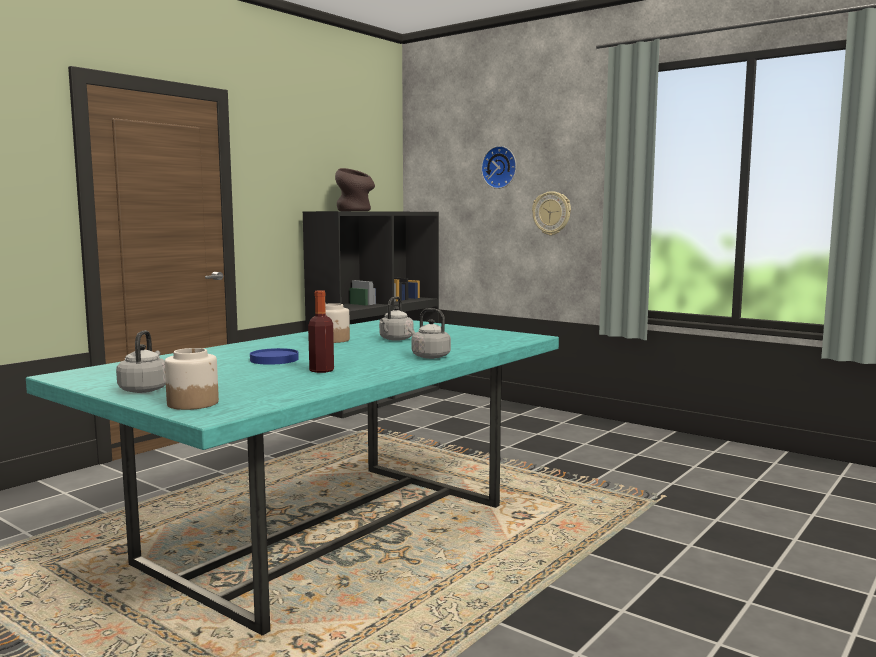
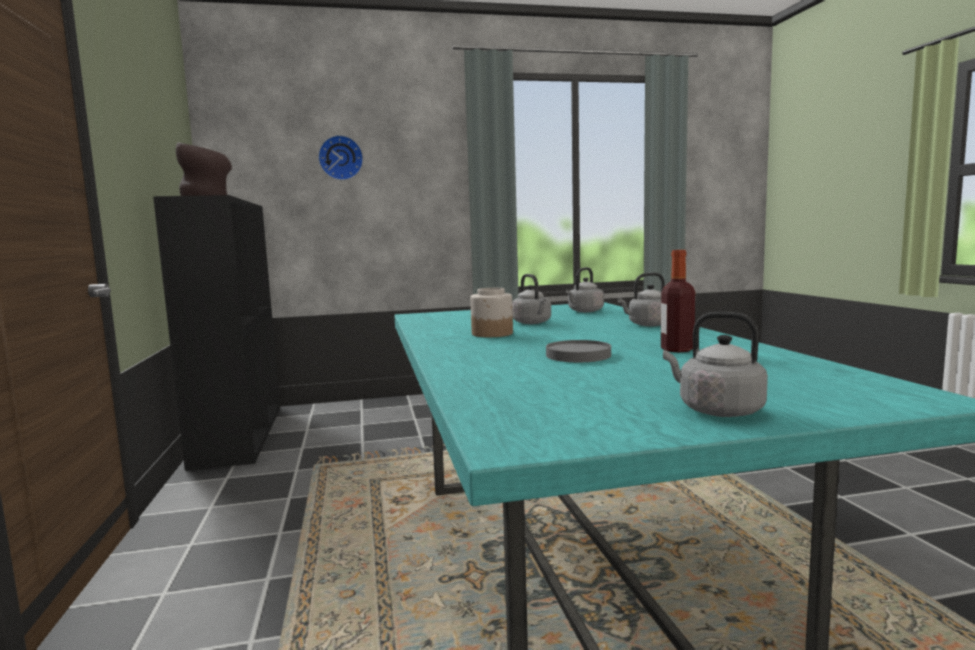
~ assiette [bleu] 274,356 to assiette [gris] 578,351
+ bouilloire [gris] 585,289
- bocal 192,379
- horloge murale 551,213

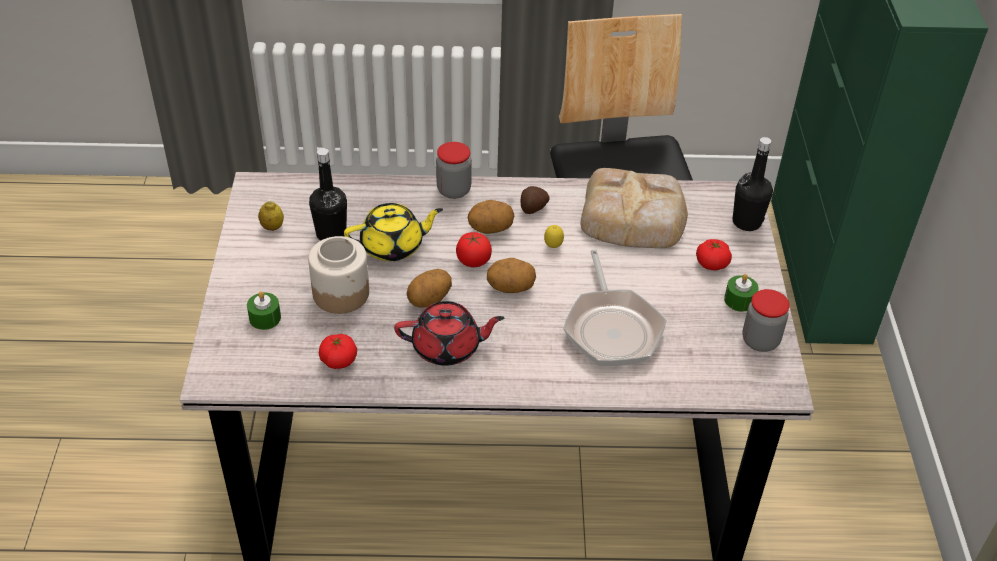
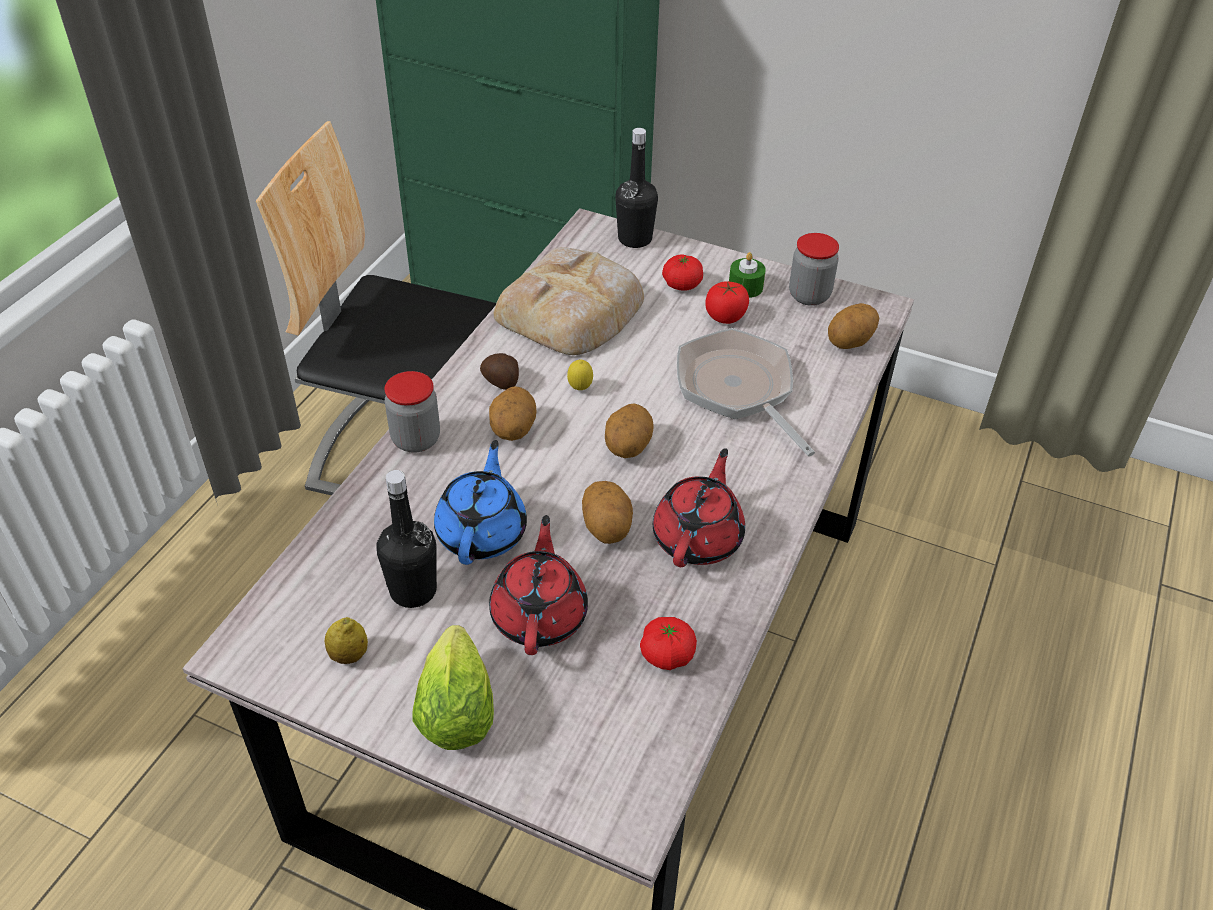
+ laitue 453,687
~ théière [jaune] 393,232 to théière [bleu] 480,502
~ bocal 338,275 to théière [rouge] 538,585
~ poêle 614,308 = 746,392 135 degrees counterclockwise
~ tomate 474,249 to 727,302
+ pomme de terre 853,326
- bougie [vert] 264,310

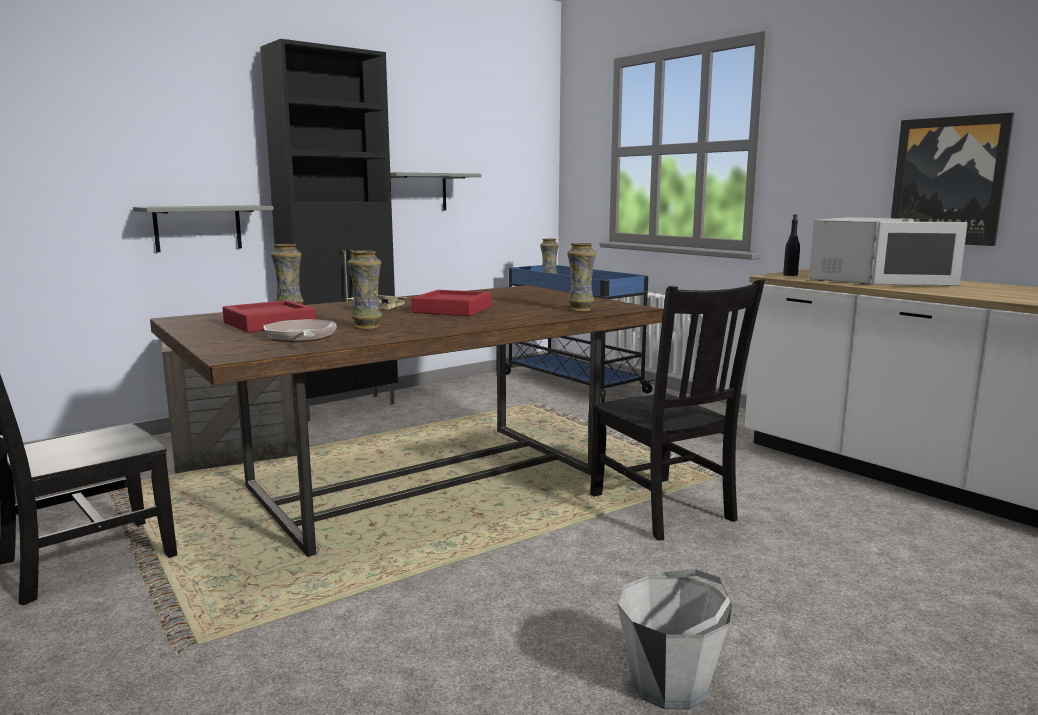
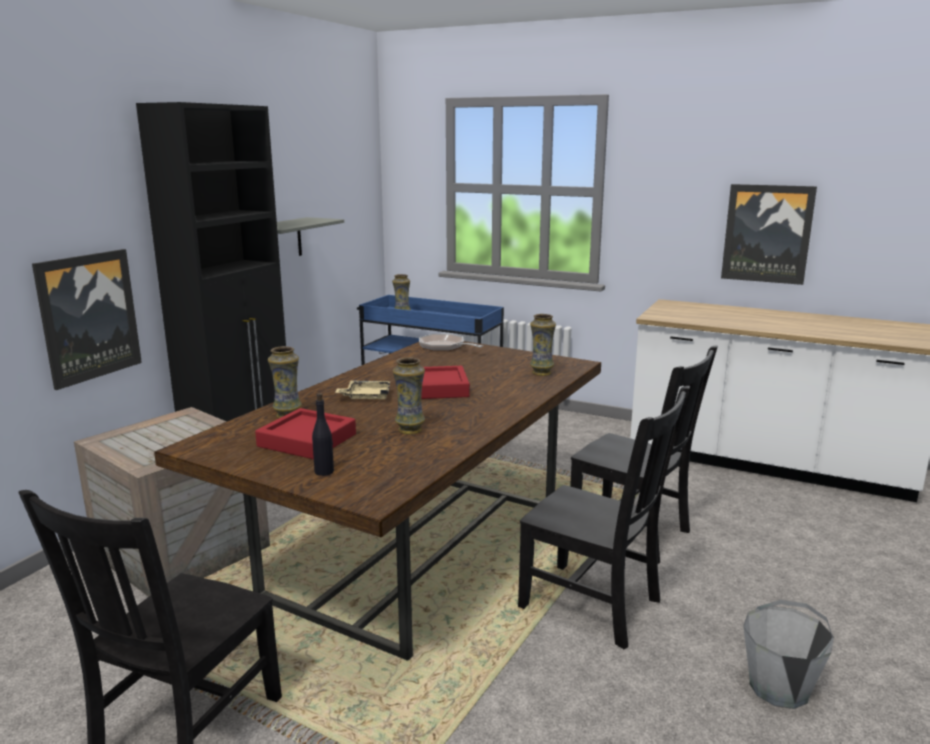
~ étagère [gris] 203,228 to tableau 87,319
~ bouteille [noir] 791,245 to 323,434
~ poêle 300,330 to 451,342
+ chaise [noir] 604,517
- micro-ondes [blanc] 888,251

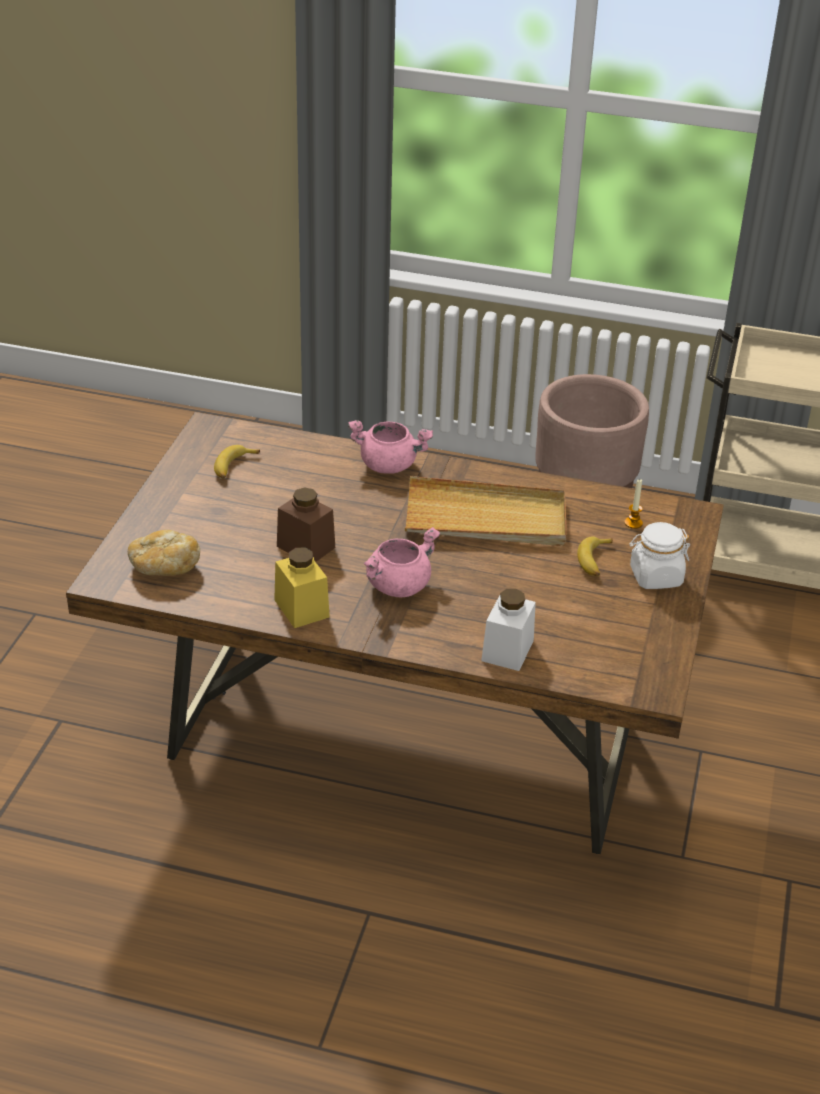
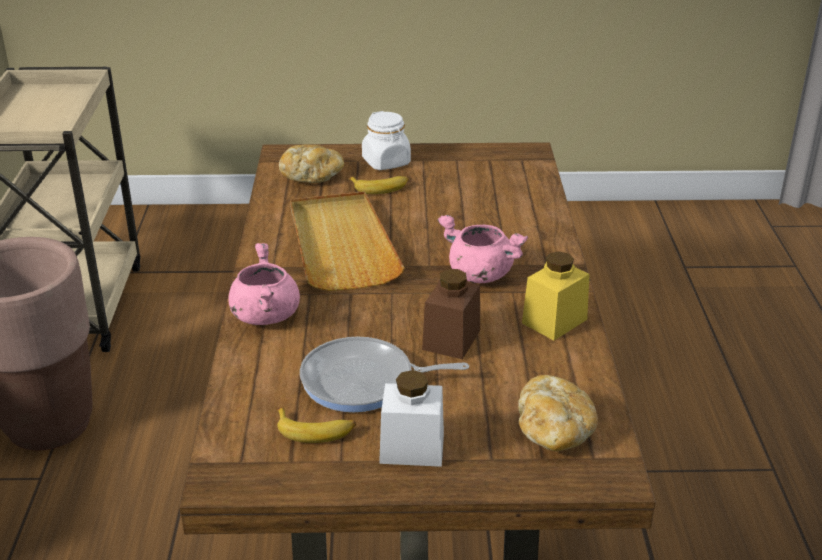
~ bougie 633,504 to pain 311,163
+ poêle 384,374
~ bocal [blanc] 508,630 to 411,418

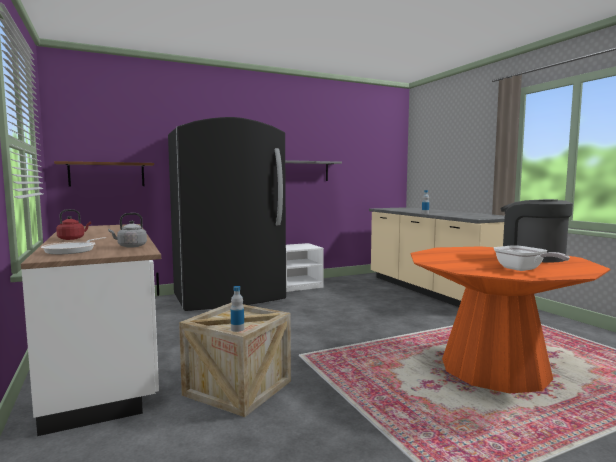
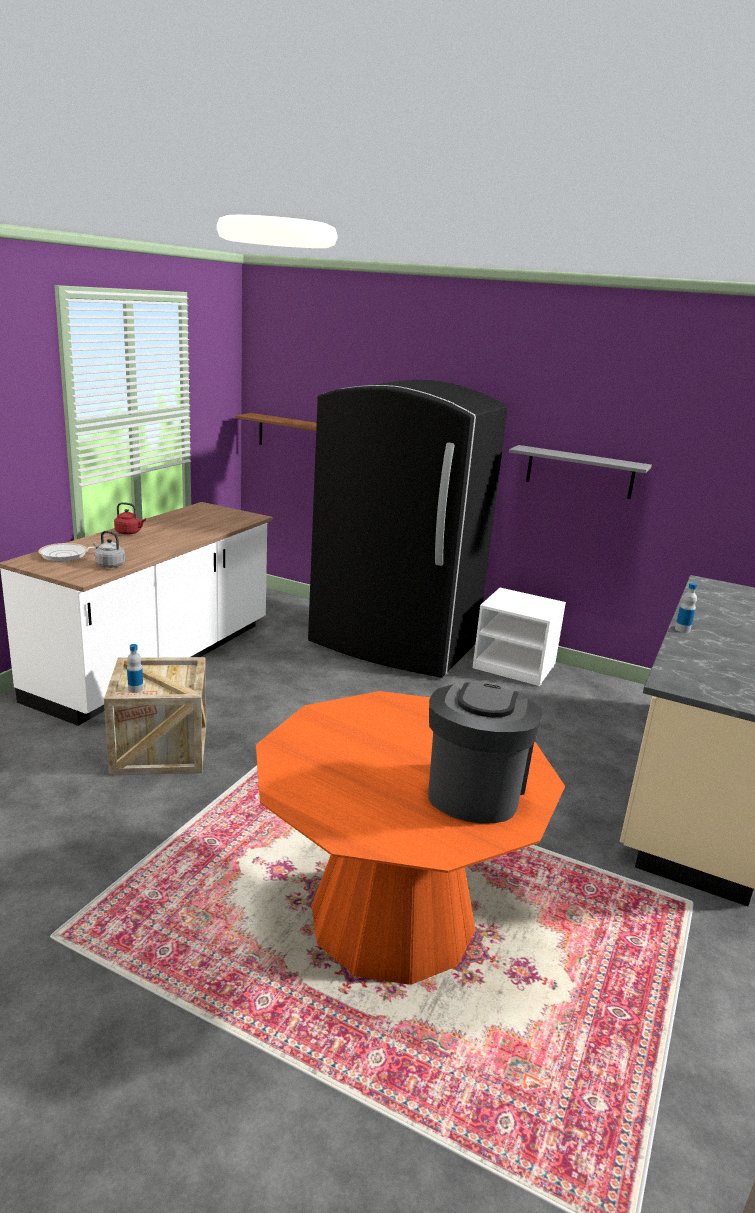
- poêle 532,258

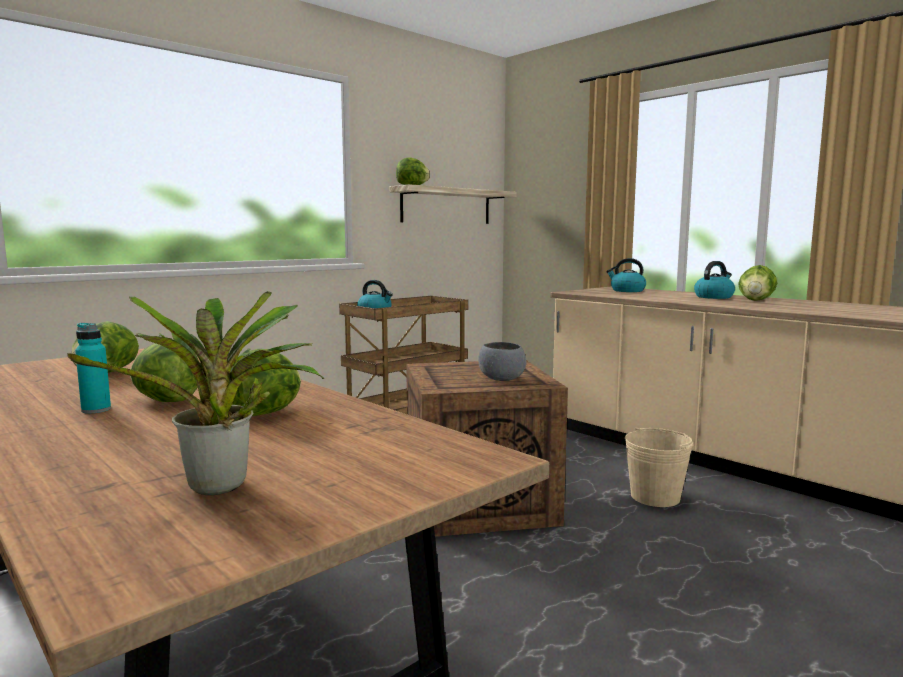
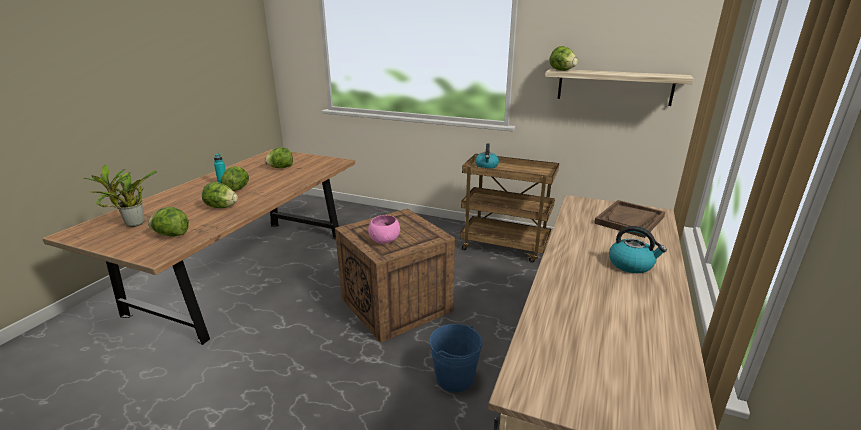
~ laitue 757,283 to 168,222
~ bol [gris] 502,361 to bol [rose] 384,229
~ seau [beige] 659,467 to seau [bleu] 456,358
~ bouilloire 626,275 to plateau [marron] 629,219

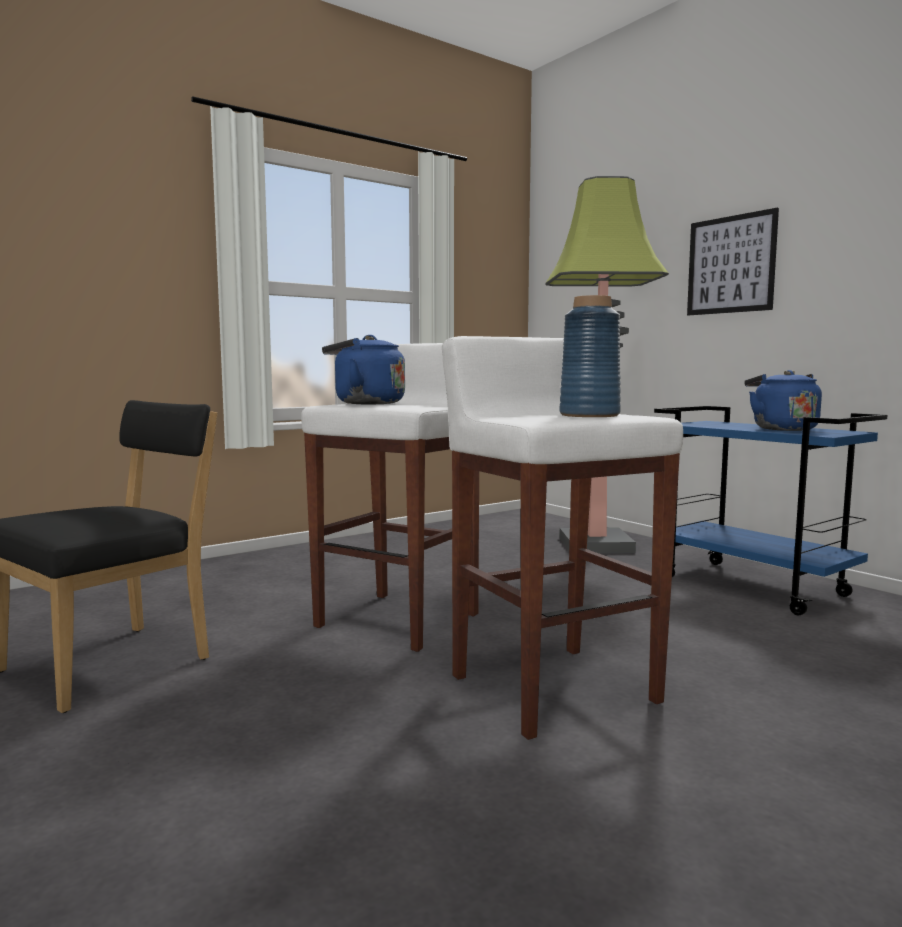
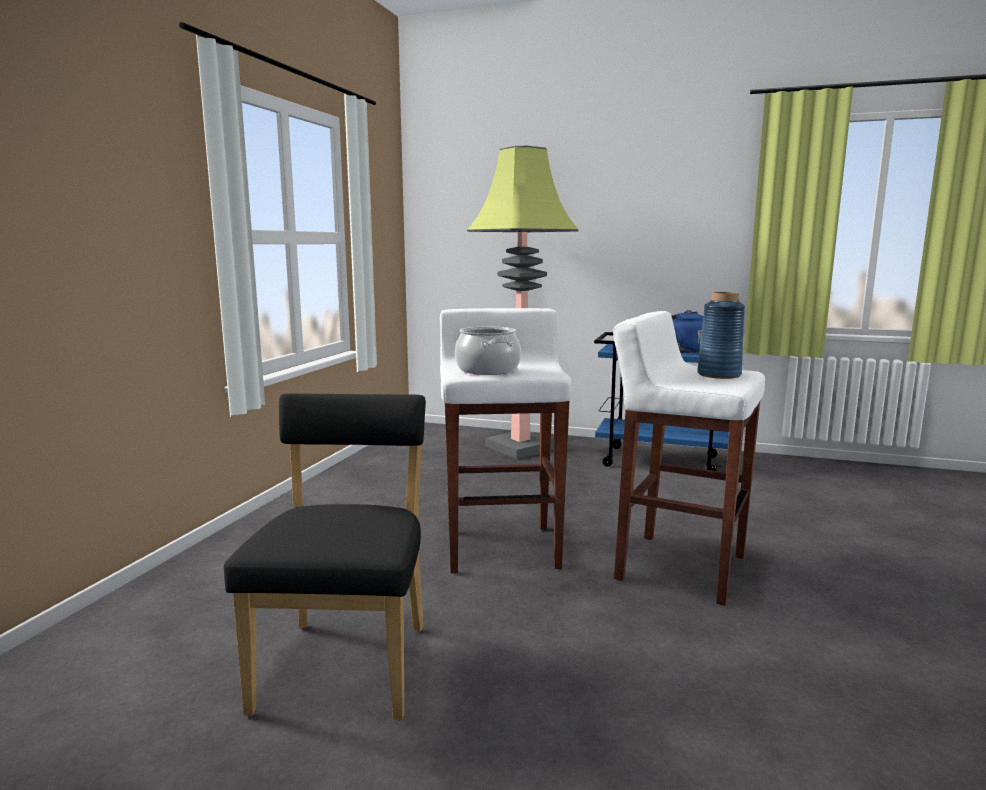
~ bouilloire [bleu] 363,369 to marmite 488,351
- tableau 733,261

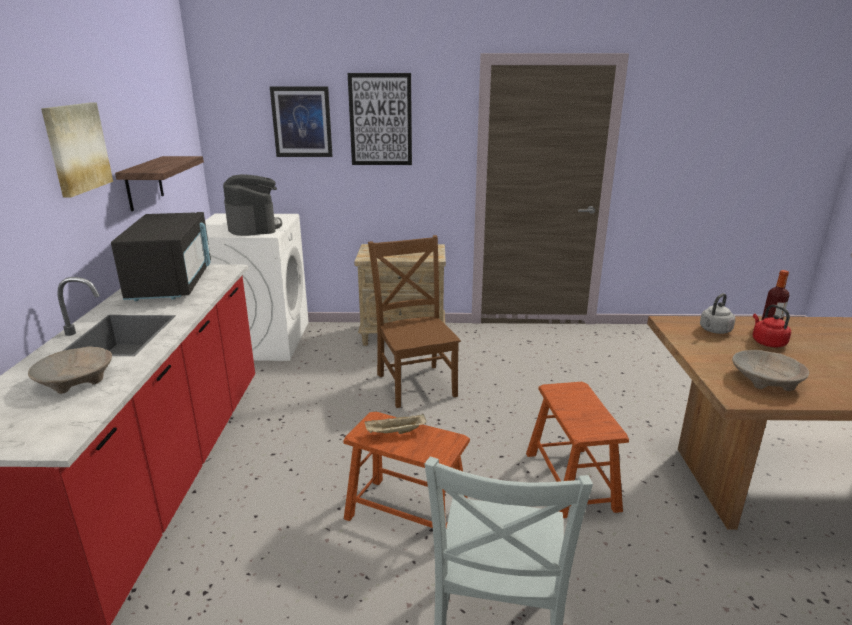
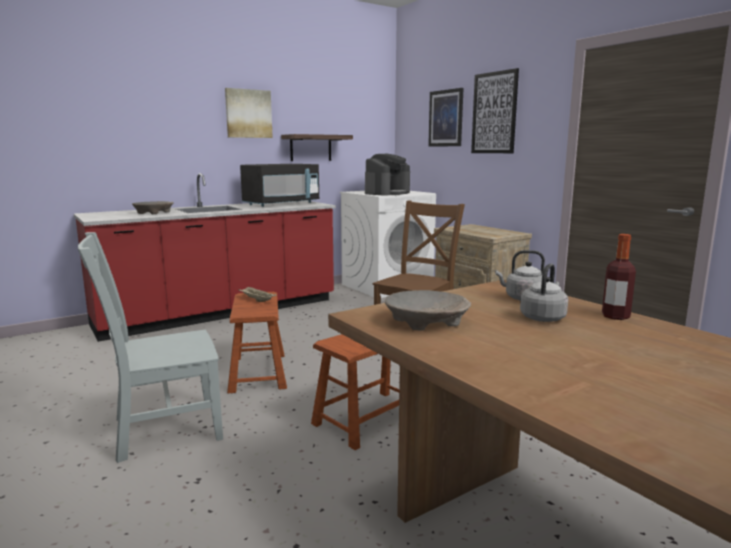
~ bouilloire [rouge] 771,326 to bouilloire [gris] 544,292

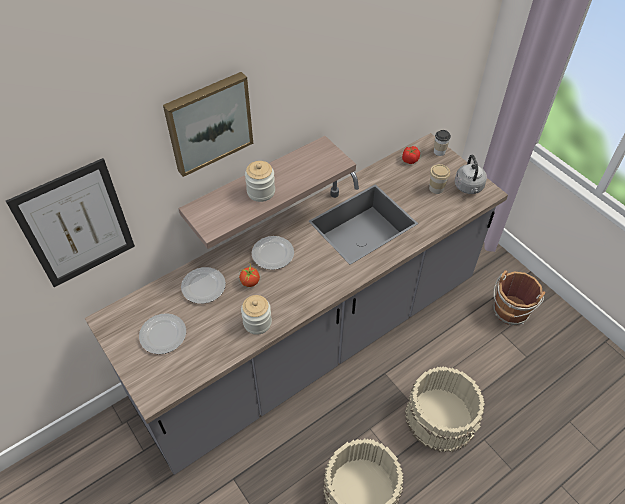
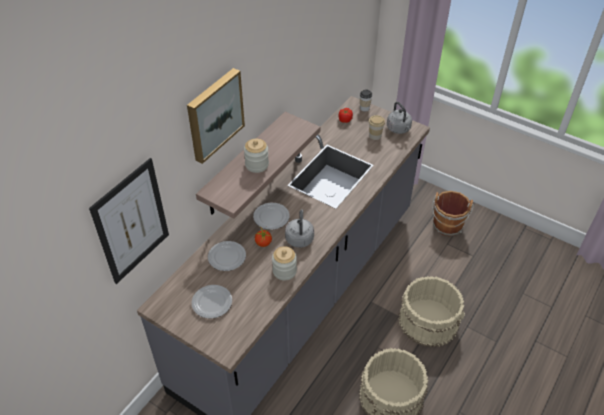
+ bouilloire [gris] 299,228

